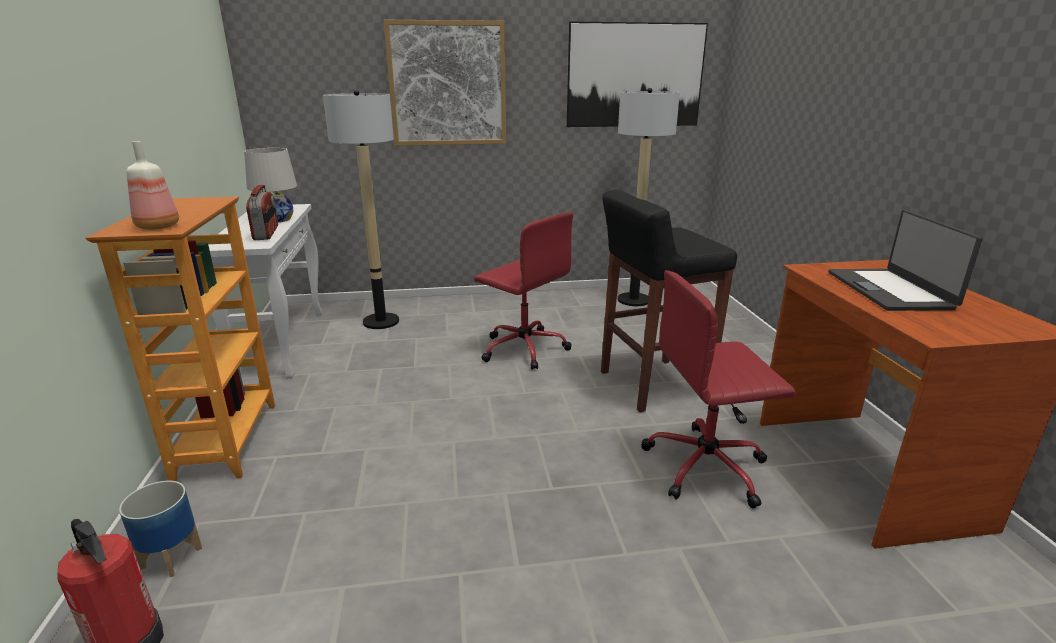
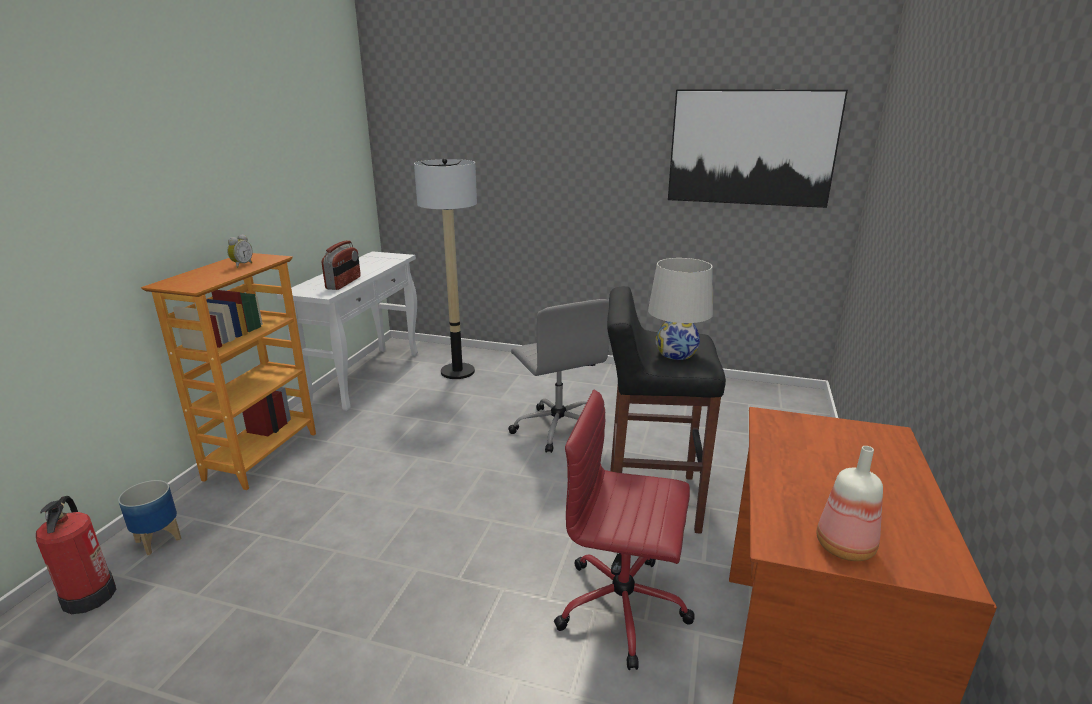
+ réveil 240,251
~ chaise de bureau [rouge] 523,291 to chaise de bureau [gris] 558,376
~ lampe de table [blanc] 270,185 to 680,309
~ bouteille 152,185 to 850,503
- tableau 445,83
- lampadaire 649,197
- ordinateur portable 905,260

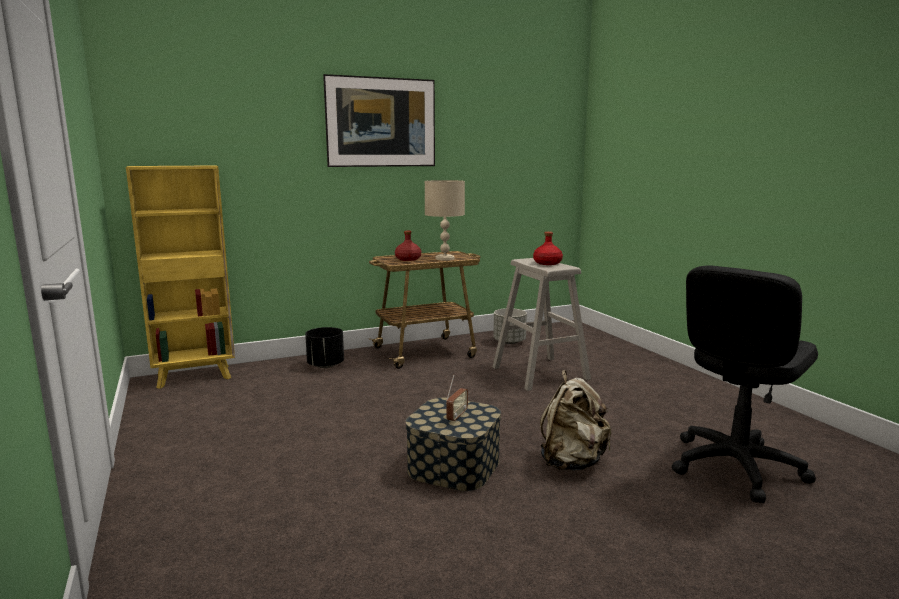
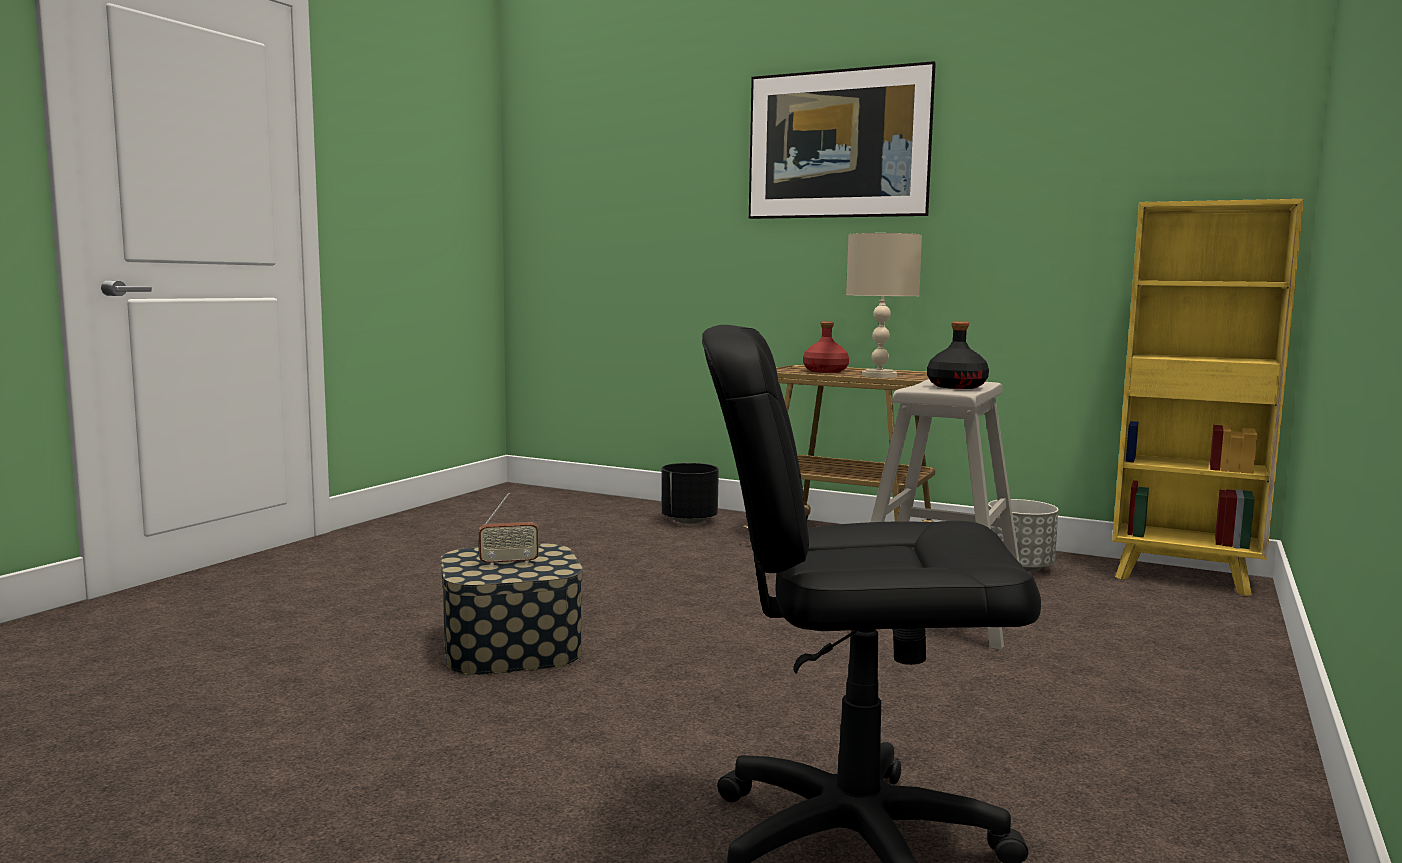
~ bouteille [rouge] 548,248 to bouteille [noir] 958,355
~ bibliothèque [jaune] 180,277 to 1208,397
- sac à dos [beige] 575,420

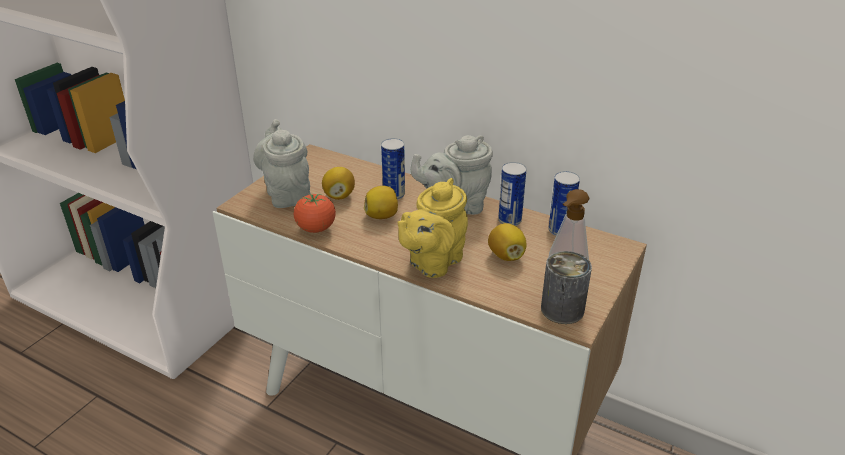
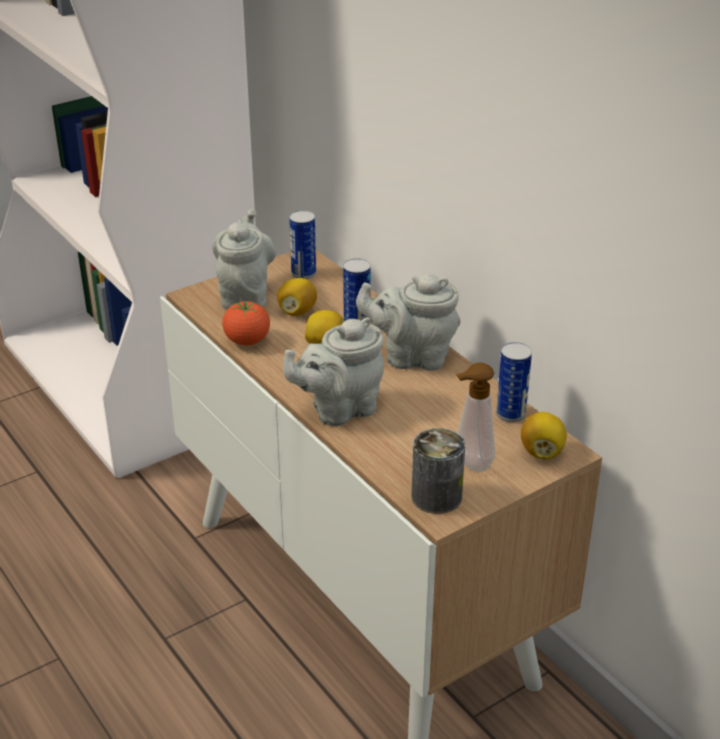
~ théière [jaune] 432,228 to théière [gris] 333,371
~ boîte métallique 512,194 to 302,244
~ citron 507,242 to 544,435

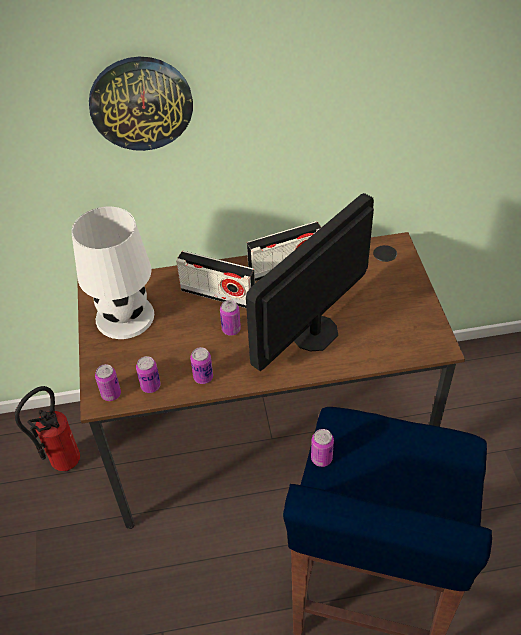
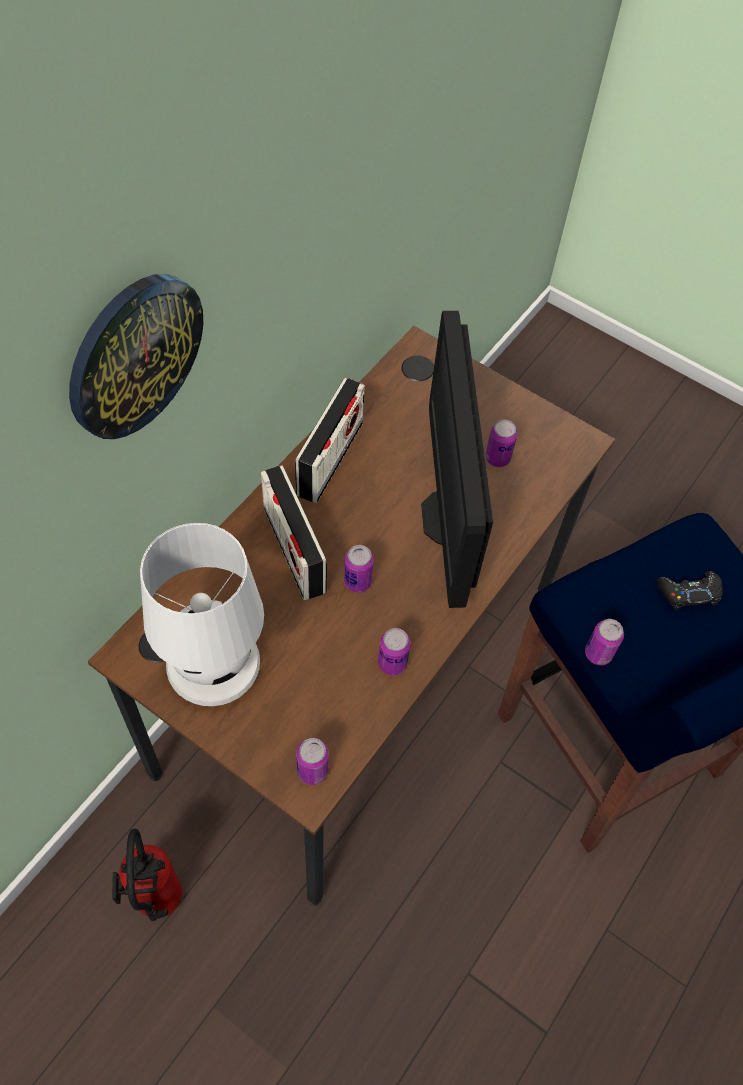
~ radio 215,279 = 294,532 90 degrees clockwise
~ boîte métallique 148,374 to 501,443
+ manette [noir] 690,590

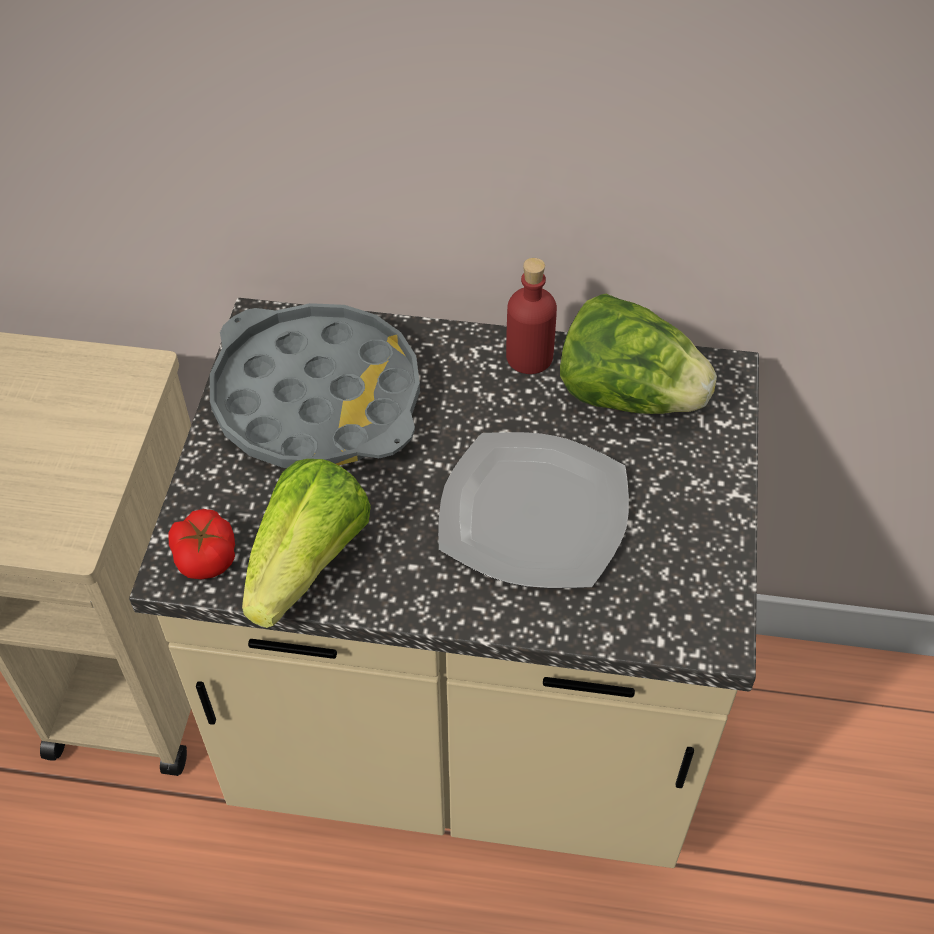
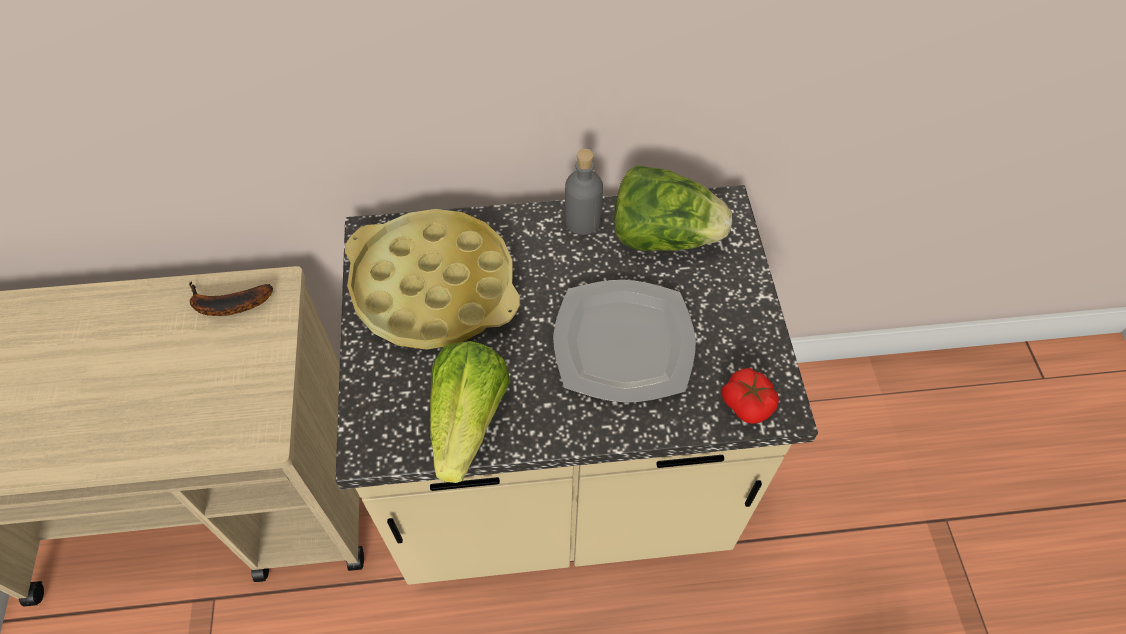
+ banane 231,298
~ plateau [gris] 315,385 to plateau [jaune] 432,279
~ bouteille [rouge] 531,316 to bouteille [gris] 584,192
~ tomate 202,544 to 750,396

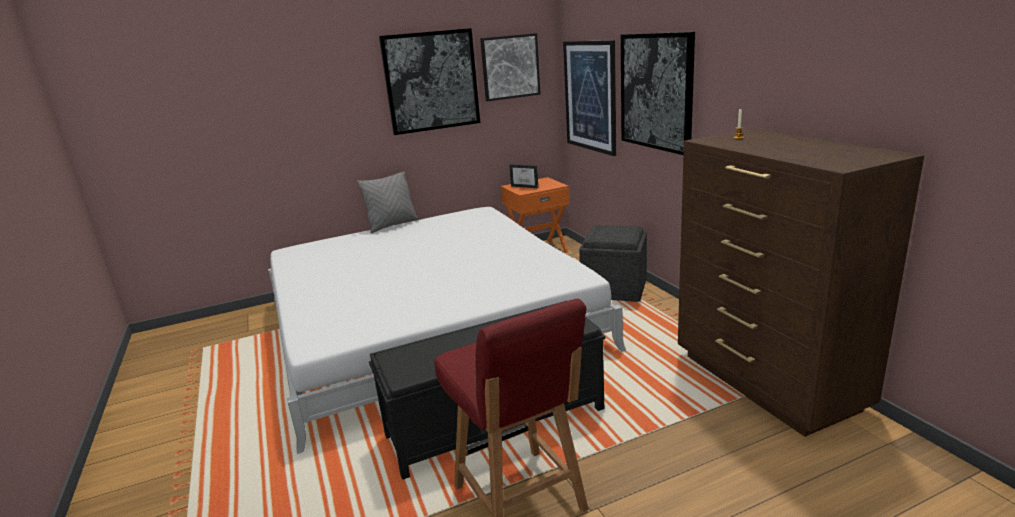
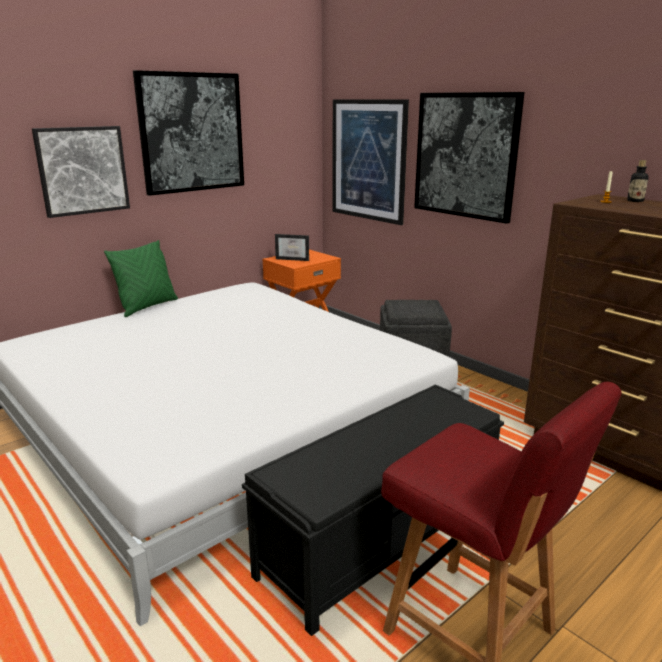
~ tableau 510,67 to 81,172
~ coussin [gris] 388,202 to coussin [vert] 141,278
+ bouteille 638,181

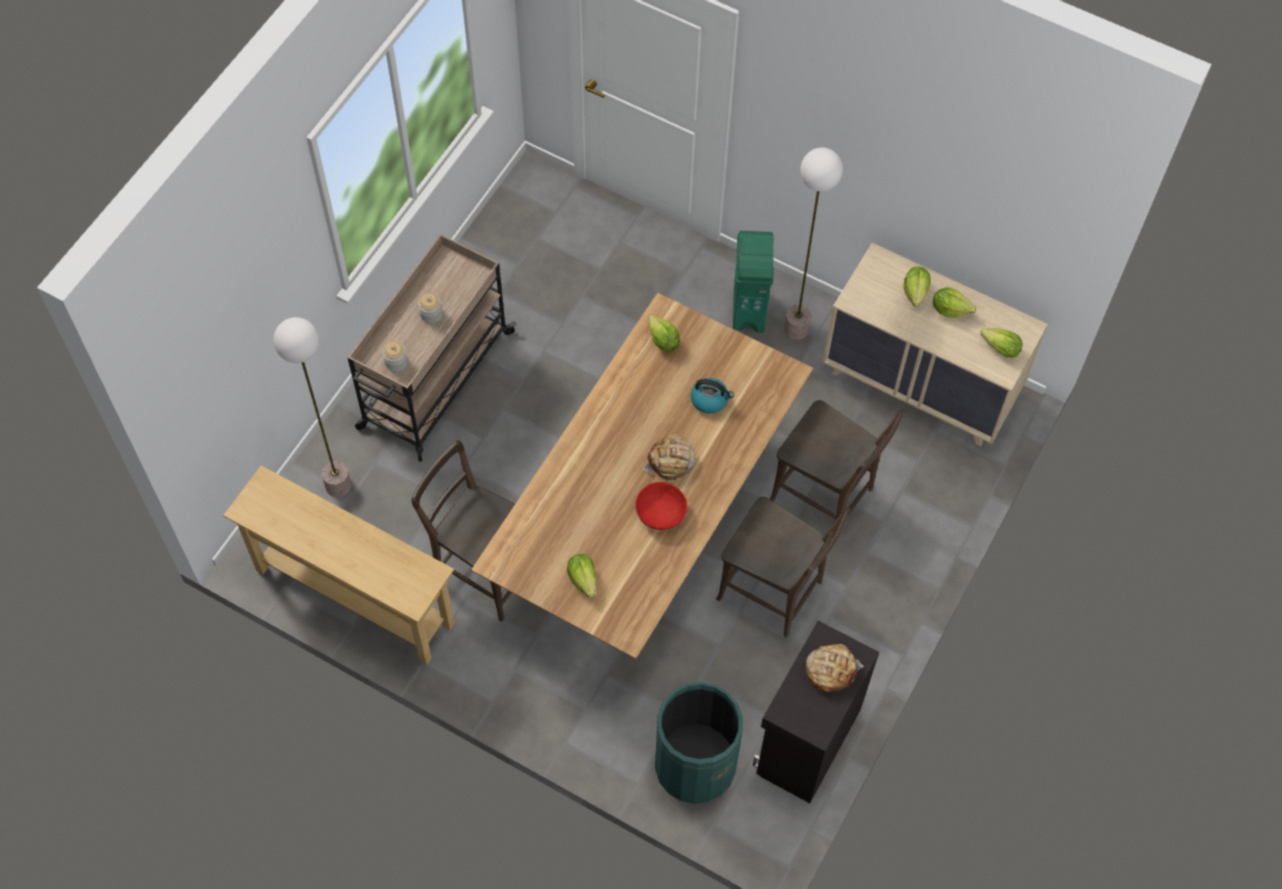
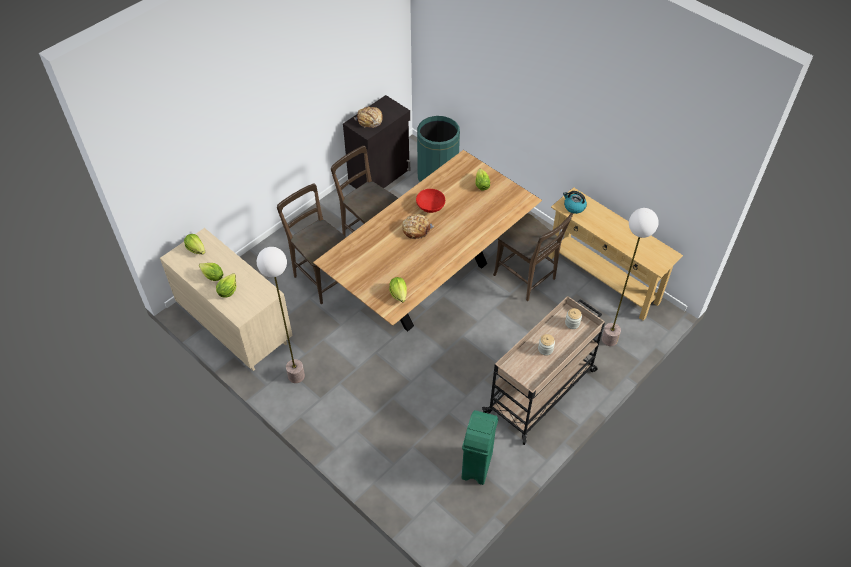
~ poubelle [vert] 753,282 to 480,447
~ bouilloire 712,396 to 575,202

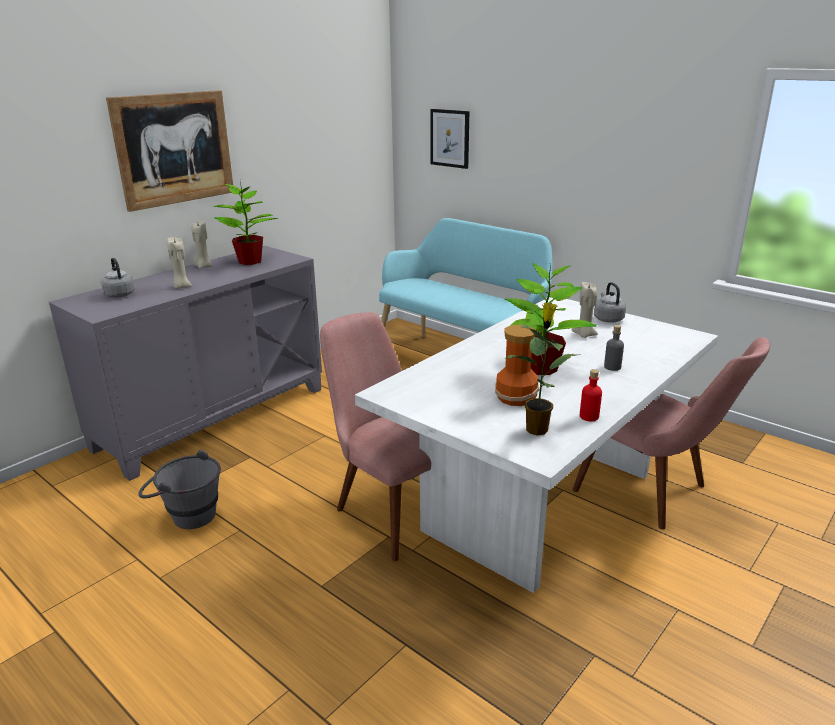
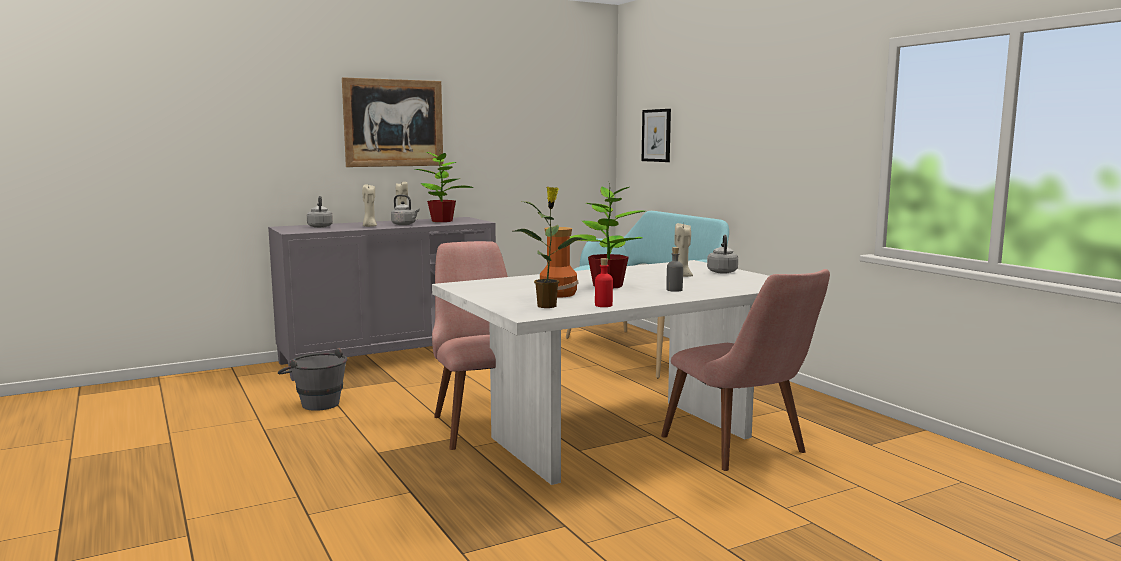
+ bouilloire [gris] 405,210

